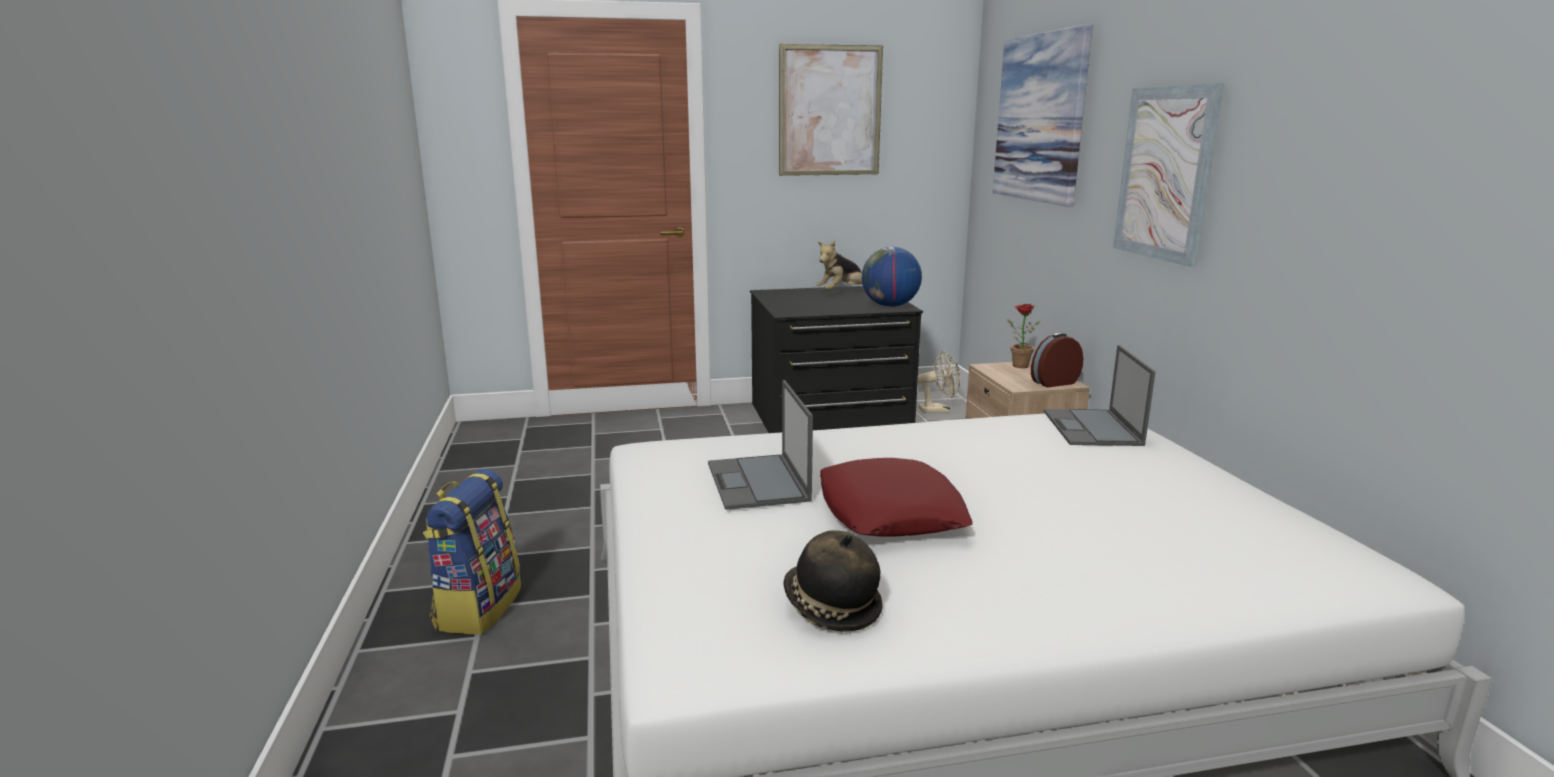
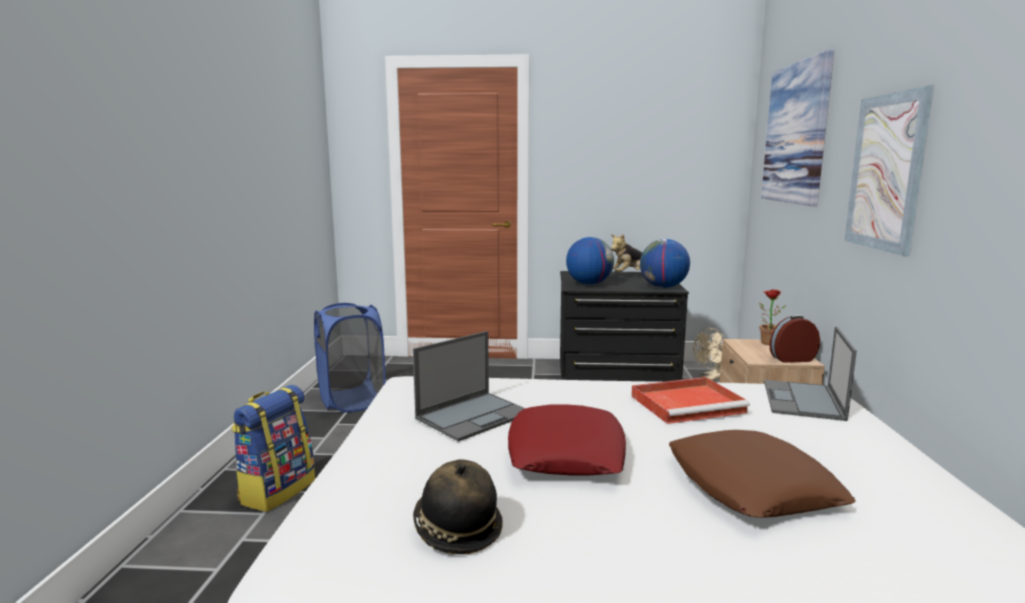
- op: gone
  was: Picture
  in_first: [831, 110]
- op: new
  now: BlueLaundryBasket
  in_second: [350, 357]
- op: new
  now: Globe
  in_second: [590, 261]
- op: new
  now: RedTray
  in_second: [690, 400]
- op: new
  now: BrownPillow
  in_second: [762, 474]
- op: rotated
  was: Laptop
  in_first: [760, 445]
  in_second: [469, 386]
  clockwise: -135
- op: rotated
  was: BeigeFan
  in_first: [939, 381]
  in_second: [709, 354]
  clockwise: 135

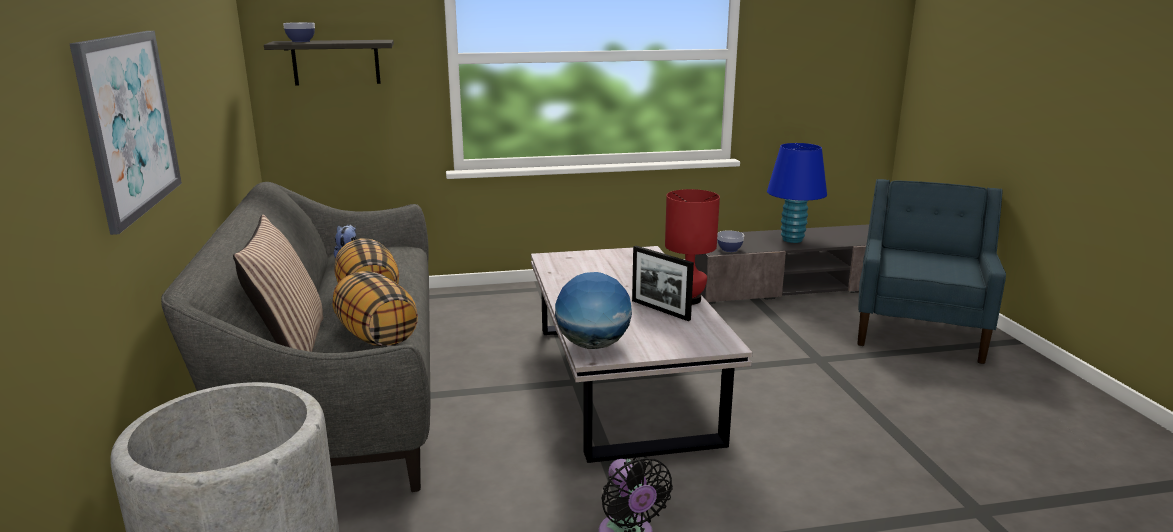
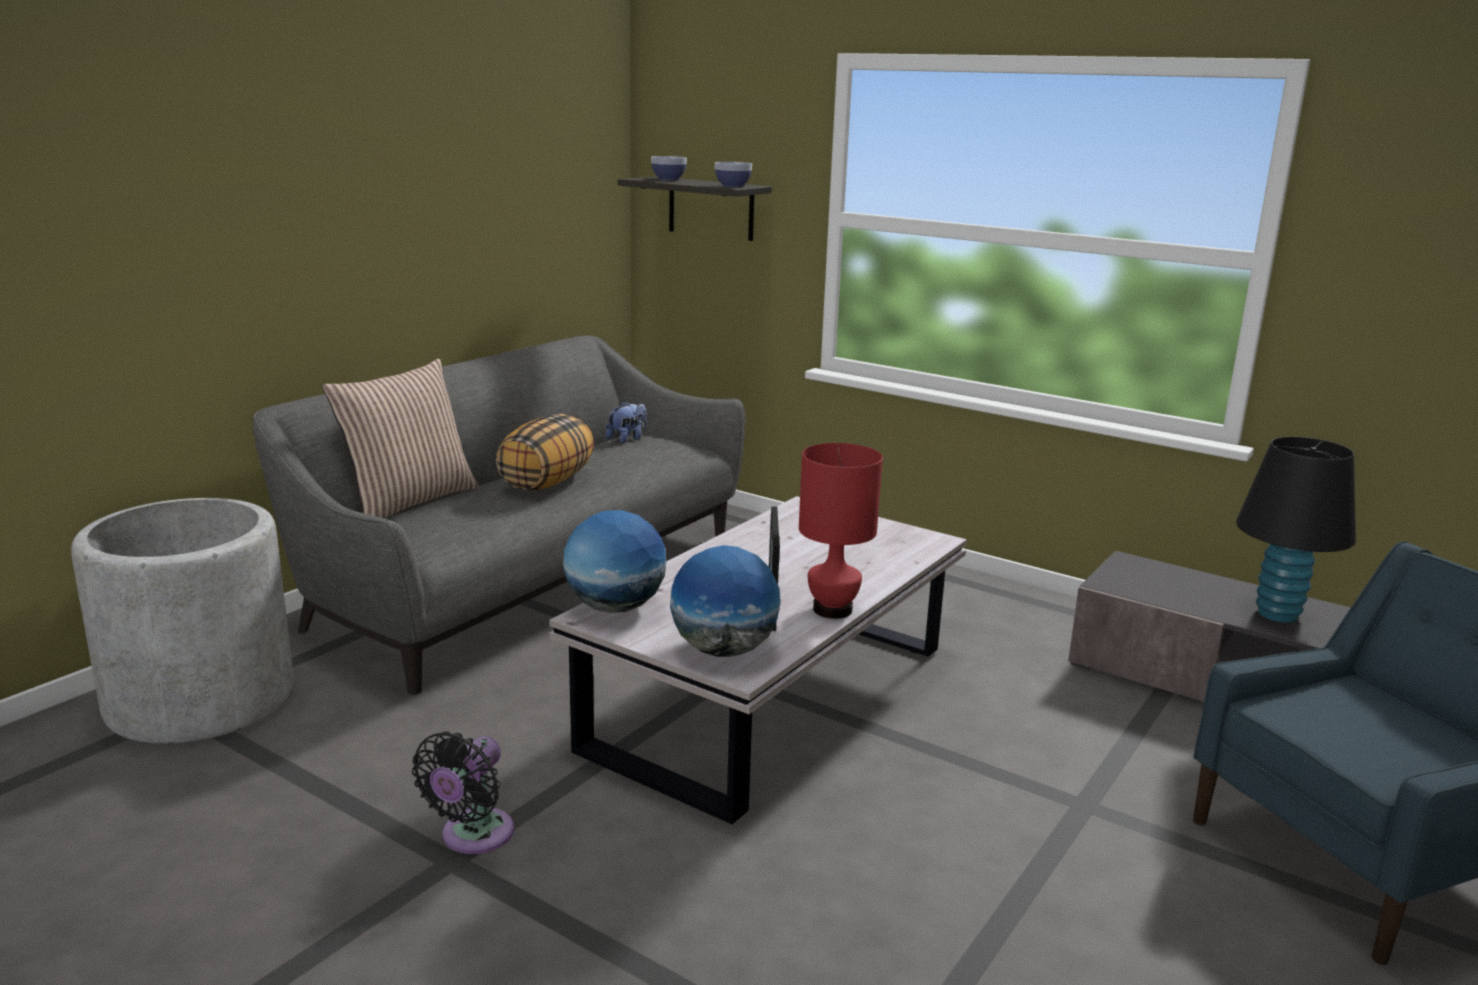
- op: gone
  was: Picture
  in_first: [126, 133]
- op: gone
  was: Pillow
  in_first: [375, 308]
- op: new
  now: Globe
  in_second: [725, 601]
- op: shifted
  was: Bowl
  in_first: [730, 241]
  in_second: [733, 174]
- op: repainted
  was: BlueTableLamp
  now: BlackTableLamp
  in_first: [797, 193]
  in_second: [1296, 530]

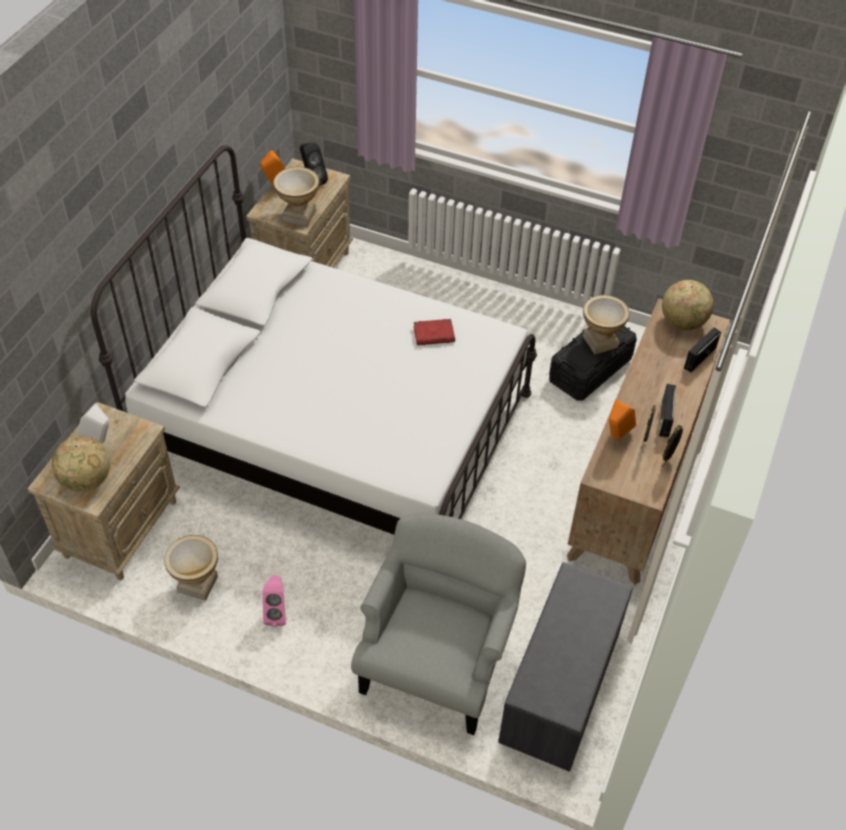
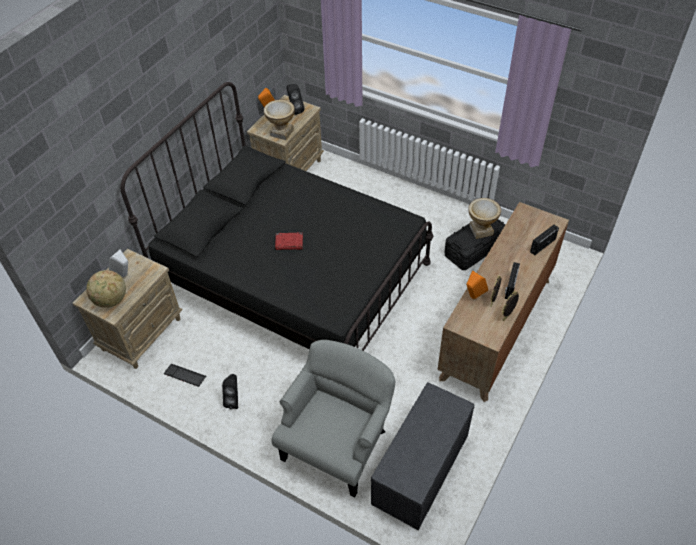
- op: gone
  was: Globe
  in_first: [688, 305]
- op: shifted
  was: RedBook
  in_first: [434, 332]
  in_second: [289, 241]
- op: swapped
  was: Vase
  now: Keyboard
  in_first: [191, 568]
  in_second: [185, 375]
- op: repainted
  was: WhiteBed
  now: BlackBed
  in_first: [314, 340]
  in_second: [277, 216]
- op: repainted
  was: PinkSpeaker
  now: BlackSpeaker
  in_first: [274, 601]
  in_second: [230, 391]

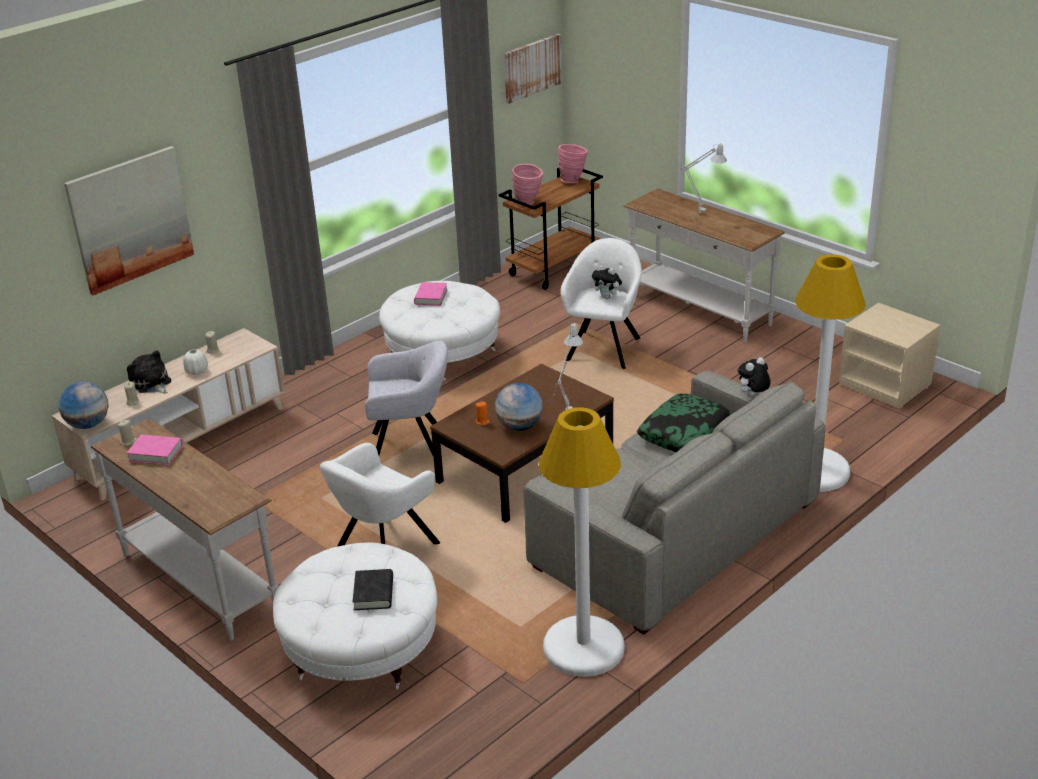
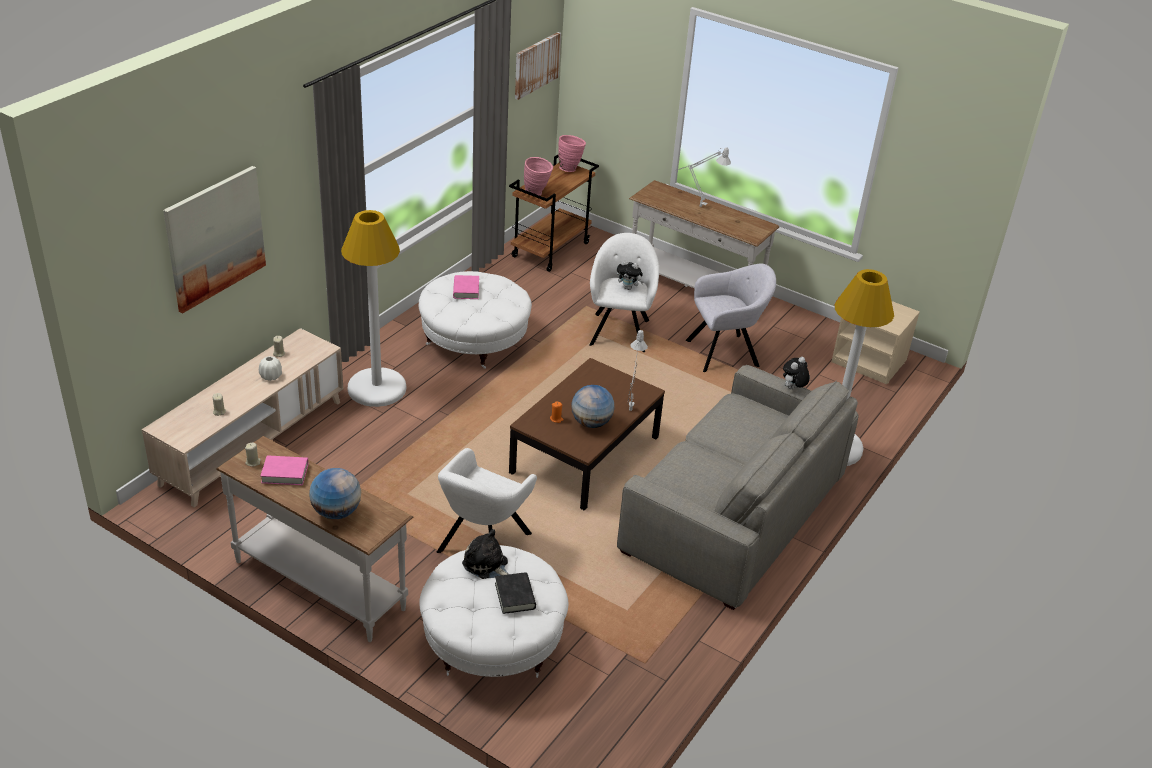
- op: gone
  was: Pillow
  in_first: [684, 422]
- op: shifted
  was: Globe
  in_first: [83, 405]
  in_second: [335, 493]
- op: shifted
  was: PlushToy
  in_first: [149, 372]
  in_second: [485, 554]
- op: shifted
  was: GreyArmchair
  in_first: [406, 399]
  in_second: [731, 318]
- op: shifted
  was: WhiteFloorLamp
  in_first: [582, 542]
  in_second: [374, 308]

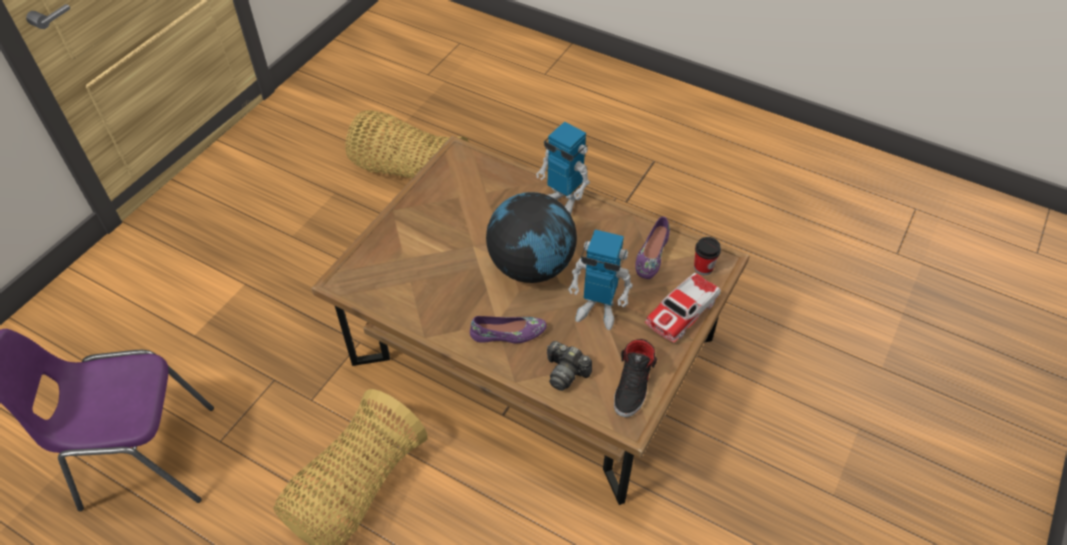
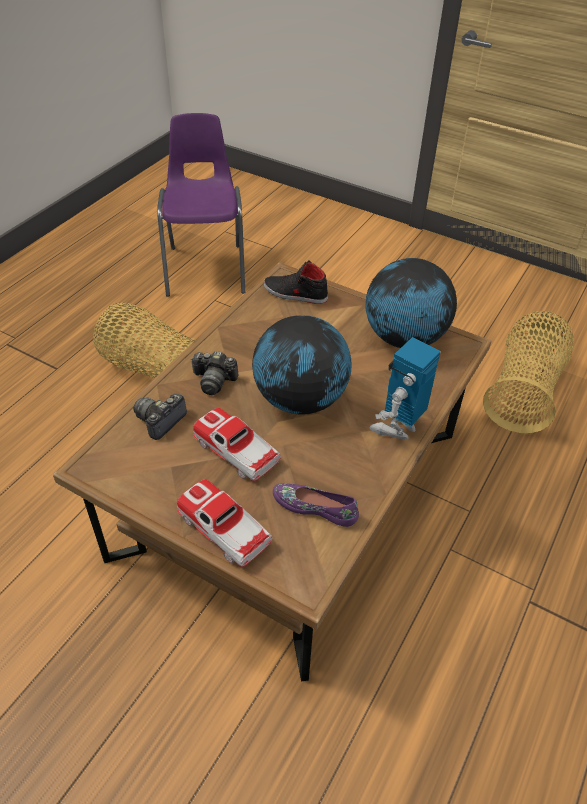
- op: gone
  was: Cup
  in_first: [707, 256]
- op: new
  now: Globe
  in_second: [411, 303]
- op: shifted
  was: BlackShoe
  in_first: [635, 378]
  in_second: [296, 282]
- op: swapped
  was: PurpleShoe
  now: PhotoCamera
  in_first: [508, 329]
  in_second: [214, 373]
- op: swapped
  was: ToyRobot
  now: ToyCar
  in_first: [600, 280]
  in_second: [237, 444]

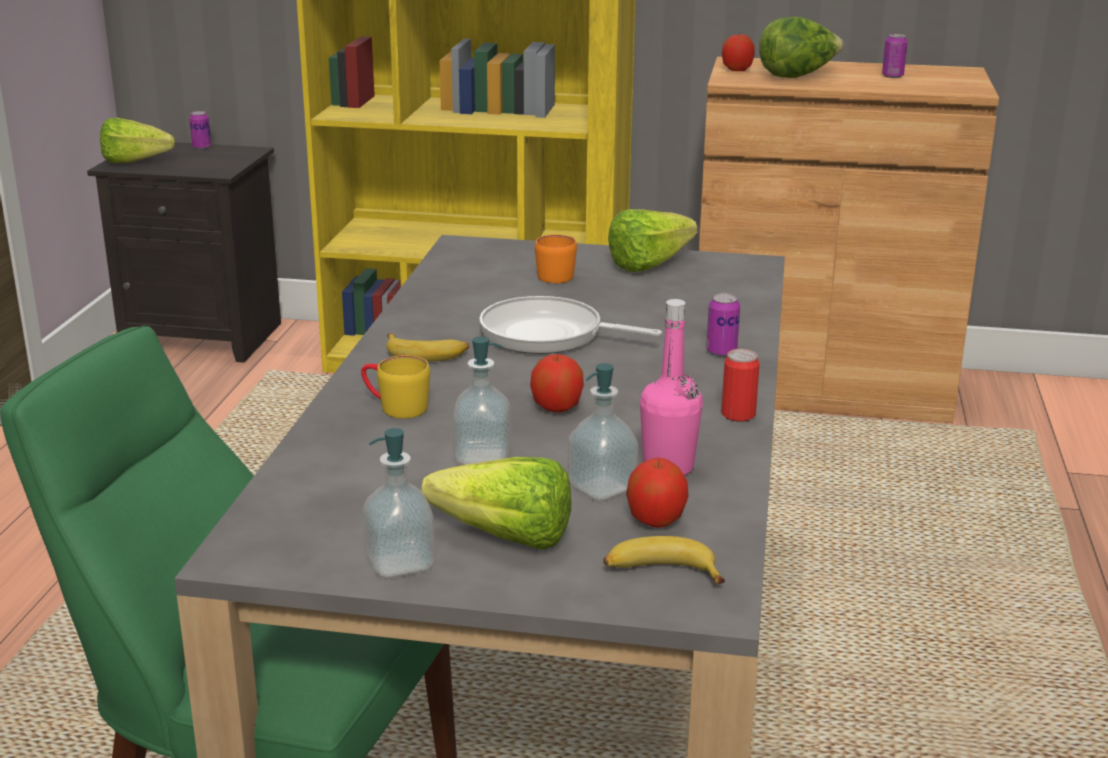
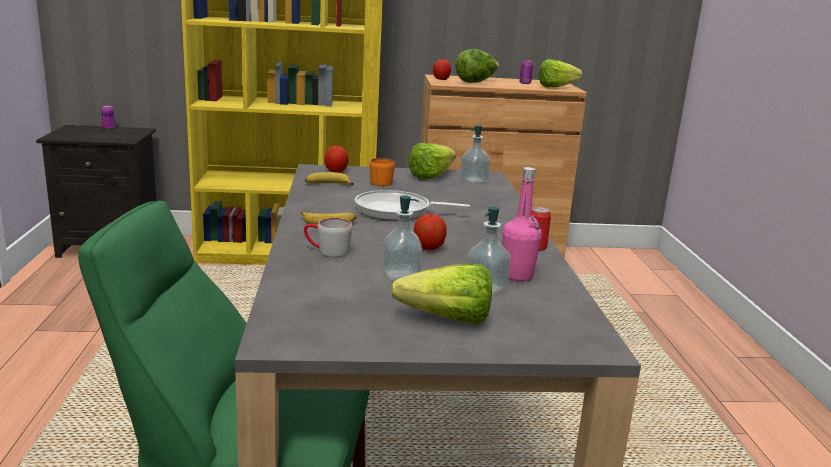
- op: gone
  was: Can
  in_first: [723, 325]
- op: shifted
  was: Lettuce
  in_first: [137, 140]
  in_second: [561, 73]
- op: shifted
  was: SoapDispenser
  in_first: [398, 503]
  in_second: [475, 154]
- op: shifted
  was: Banana
  in_first: [664, 560]
  in_second: [329, 178]
- op: shifted
  was: Apple
  in_first: [657, 493]
  in_second: [336, 159]
- op: repainted
  was: YellowMug
  now: GreyMug
  in_first: [395, 387]
  in_second: [328, 237]

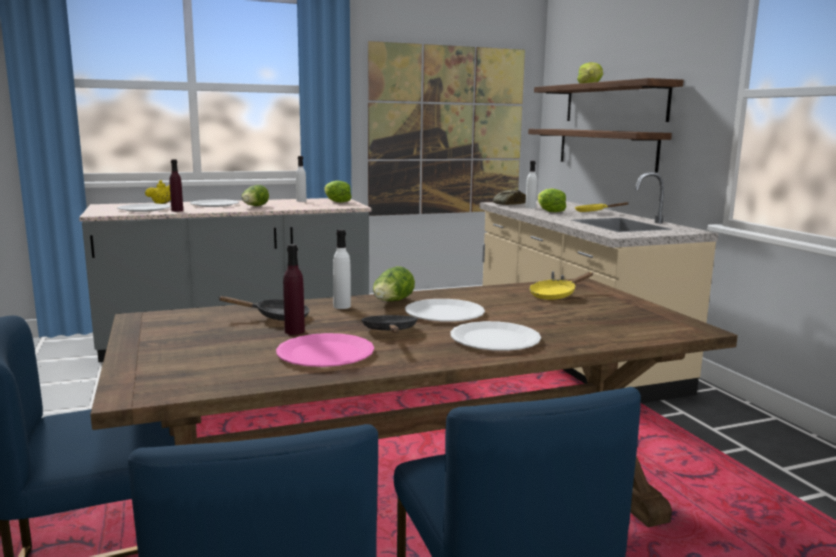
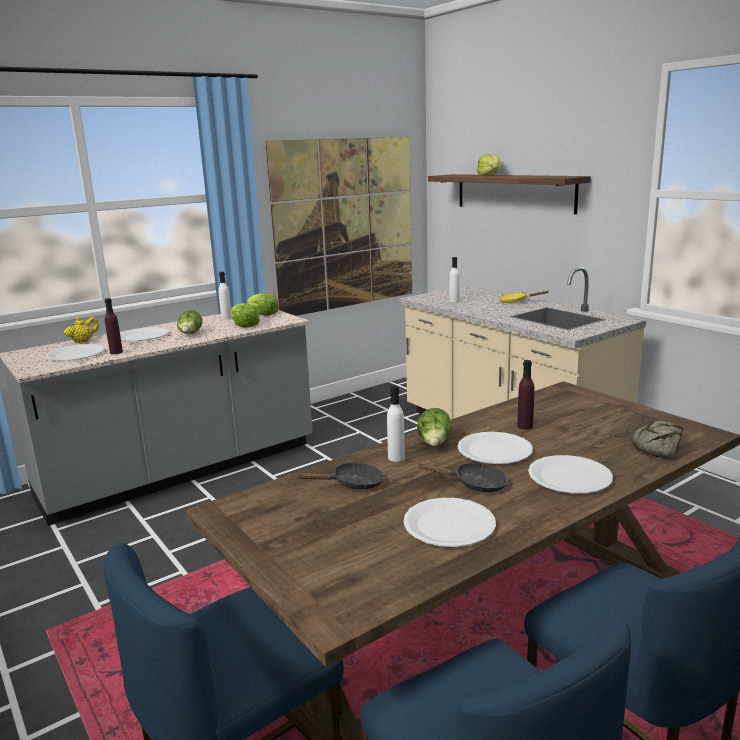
- op: gone
  was: Shelf
  in_first: [600, 151]
- op: gone
  was: YellowFryingPan
  in_first: [561, 286]
- op: shifted
  was: PurpleBottle
  in_first: [294, 289]
  in_second: [525, 395]
- op: shifted
  was: Bread
  in_first: [509, 197]
  in_second: [657, 439]
- op: shifted
  was: Lettuce
  in_first: [552, 200]
  in_second: [245, 315]
- op: repainted
  was: PinkPlate
  now: WhitePlate
  in_first: [325, 350]
  in_second: [450, 522]
- op: rotated
  was: BlackFryingPan
  in_first: [389, 324]
  in_second: [462, 477]
  clockwise: 120

